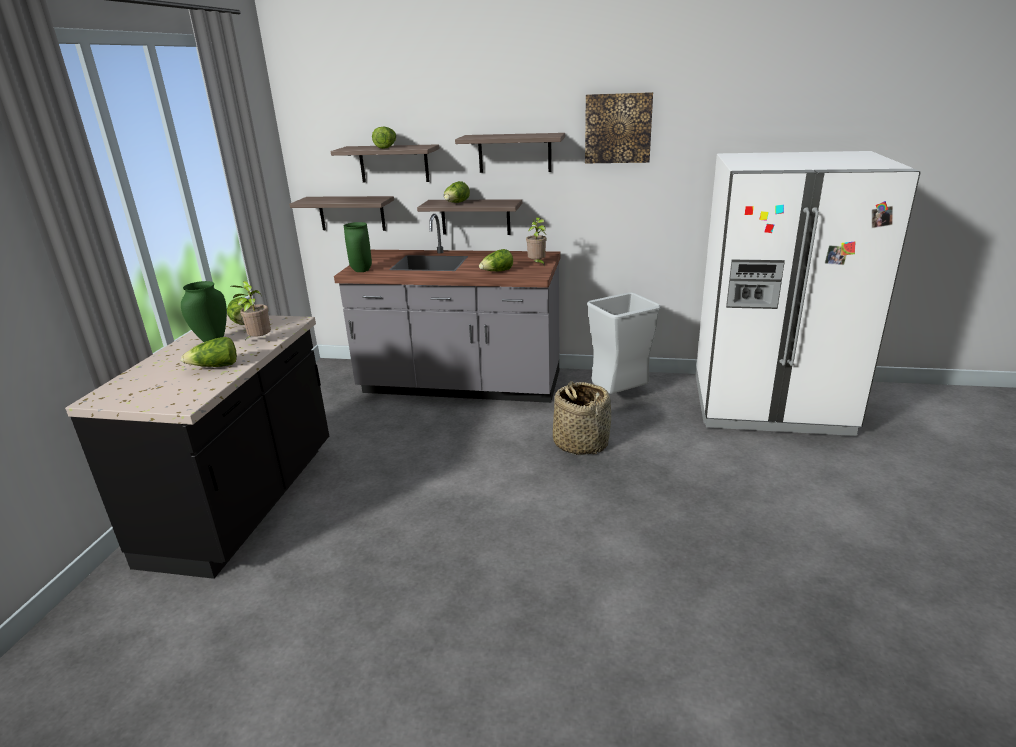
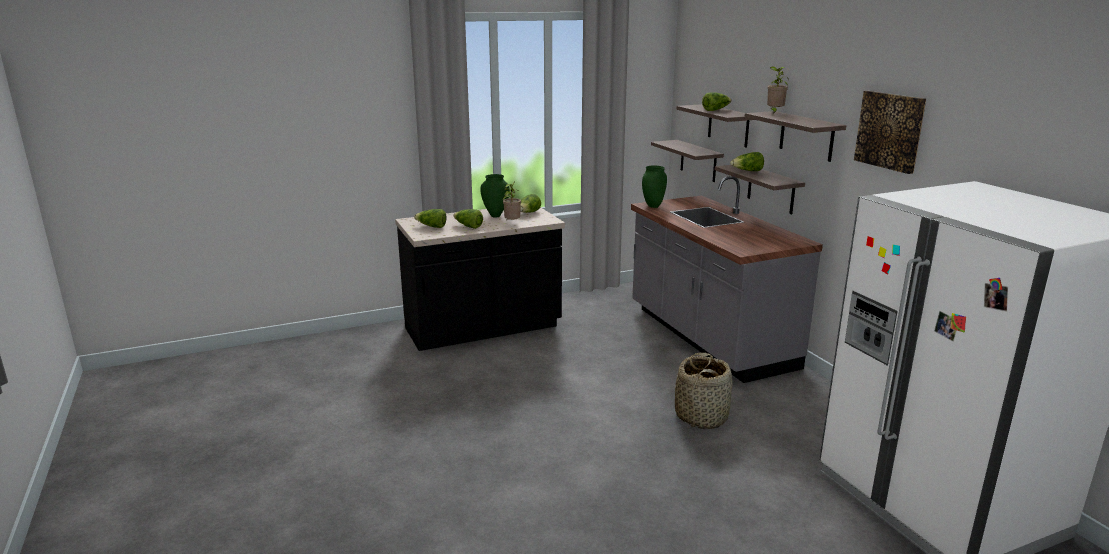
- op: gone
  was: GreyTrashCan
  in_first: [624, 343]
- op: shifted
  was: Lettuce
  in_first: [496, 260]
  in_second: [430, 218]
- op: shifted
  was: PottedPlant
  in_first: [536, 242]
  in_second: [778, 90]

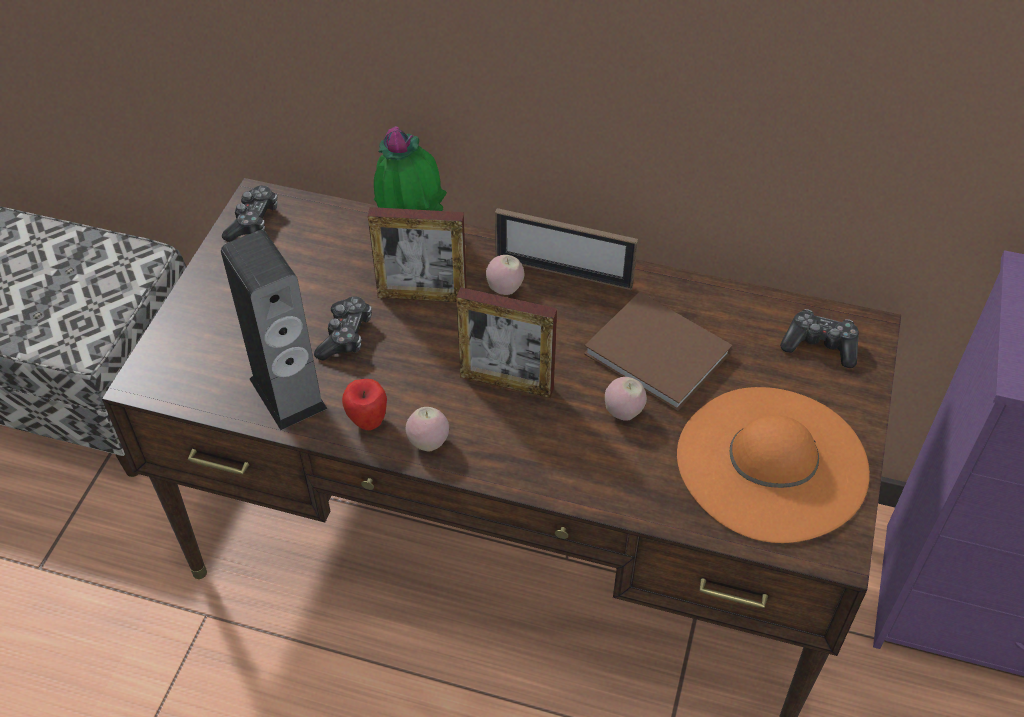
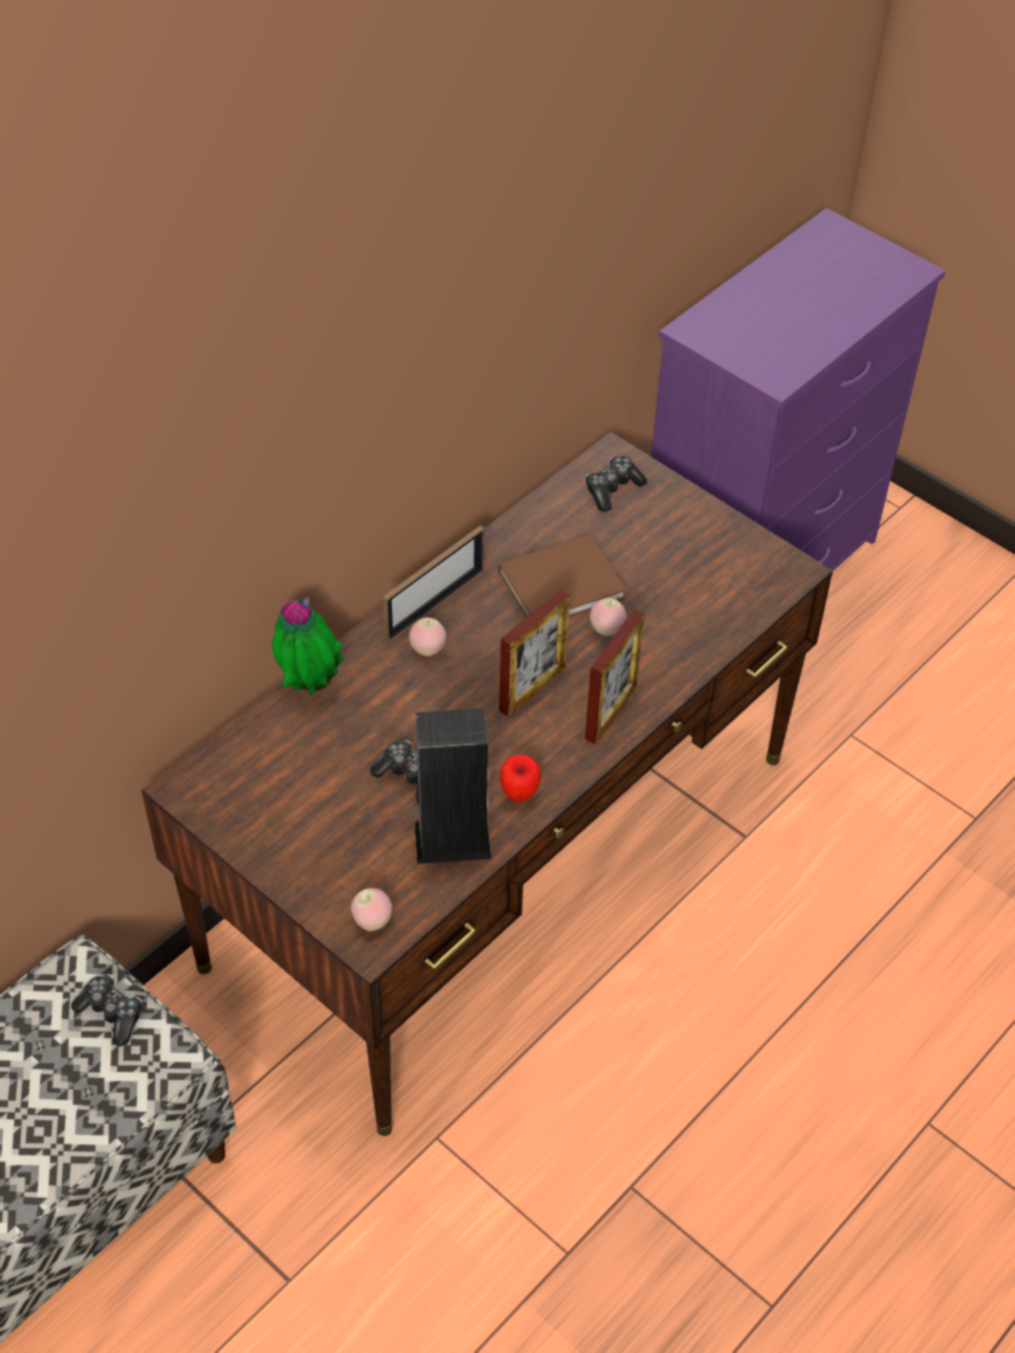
- op: gone
  was: OrangeHat
  in_first: [773, 465]
- op: shifted
  was: GameController
  in_first: [249, 214]
  in_second: [106, 1010]
- op: shifted
  was: PictureFrame
  in_first: [417, 254]
  in_second: [615, 676]
- op: shifted
  was: Apple
  in_first: [427, 429]
  in_second: [371, 909]

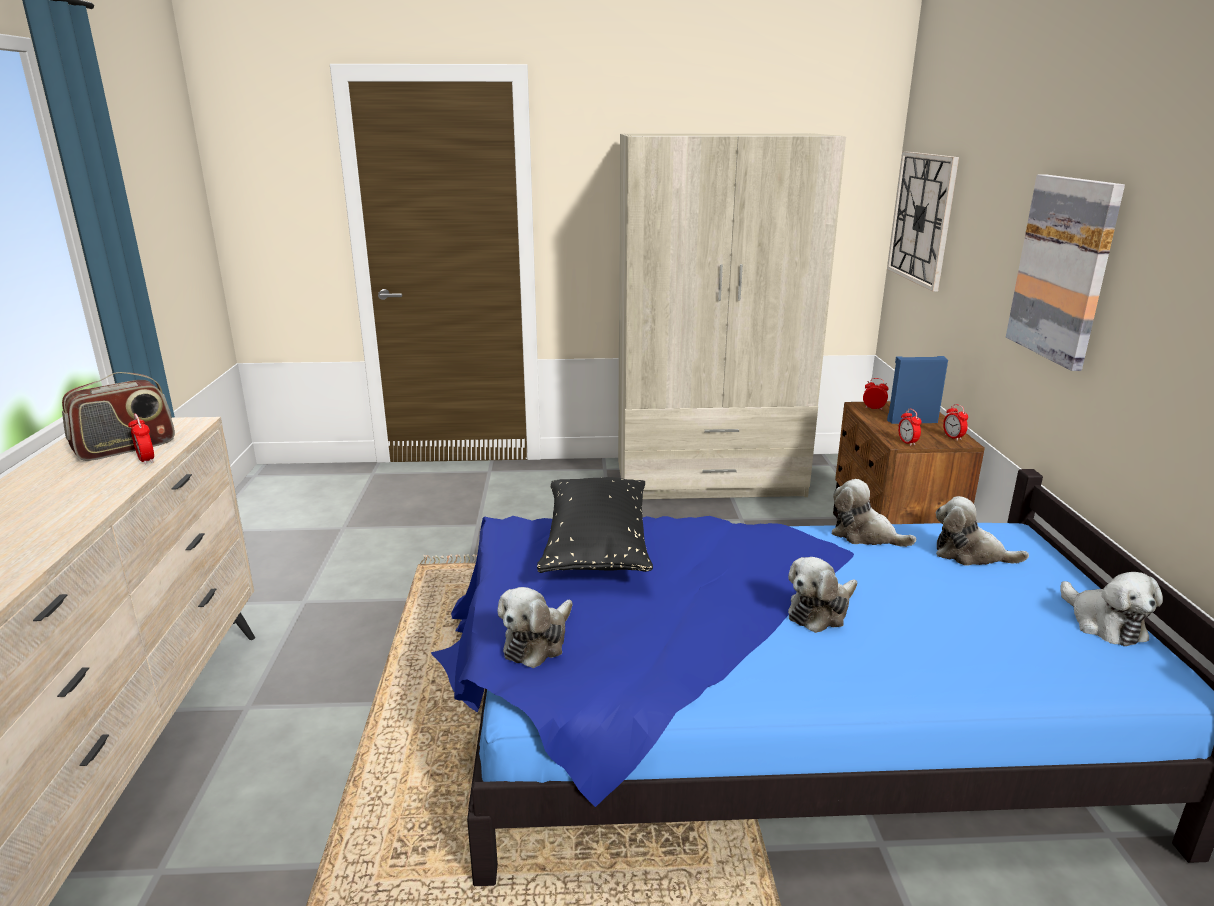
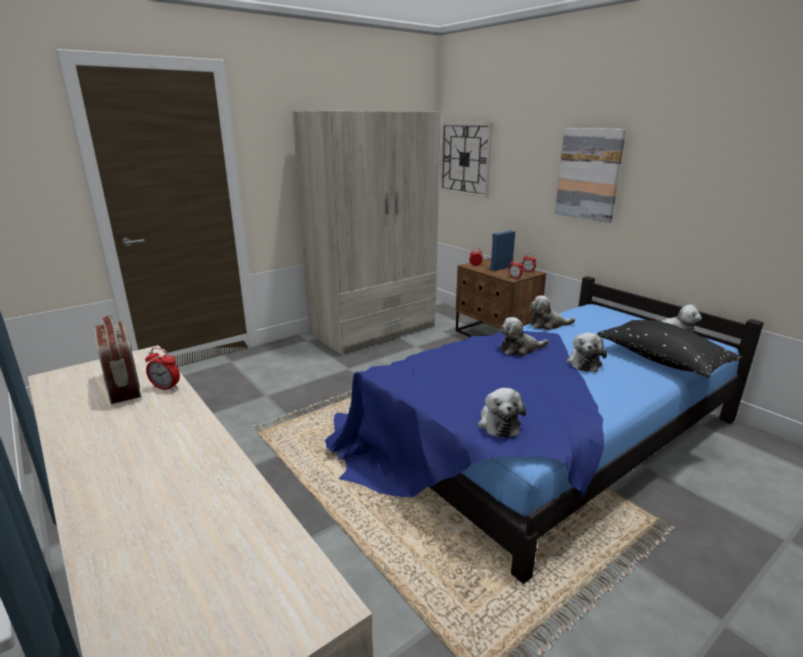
- op: shifted
  was: BlackPillow
  in_first: [595, 525]
  in_second: [669, 349]
- op: shifted
  was: PlushToy
  in_first: [982, 531]
  in_second: [524, 336]
- op: rotated
  was: Radio
  in_first: [118, 416]
  in_second: [117, 359]
  clockwise: -45

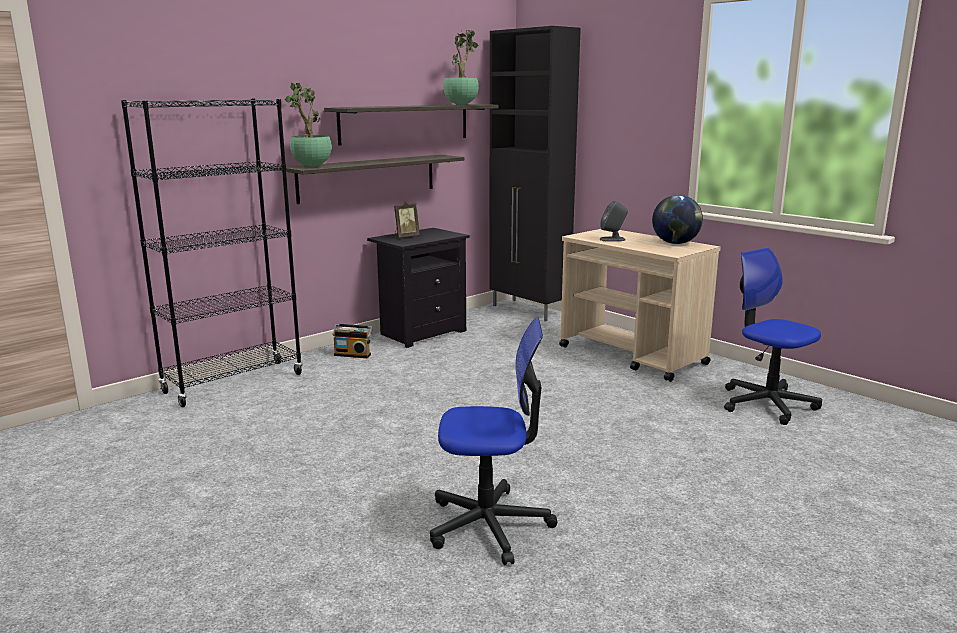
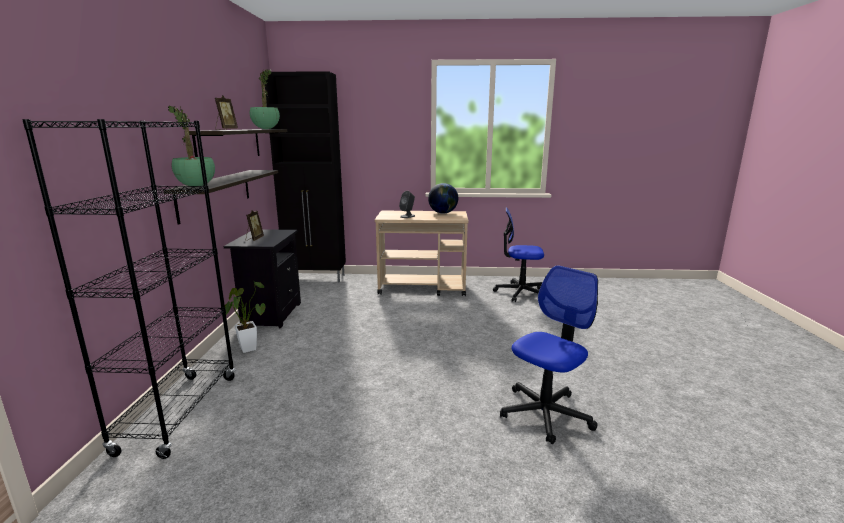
- op: new
  now: PictureFrame
  in_second: [226, 112]
- op: swapped
  was: Radio
  now: PottedPlant
  in_first: [352, 341]
  in_second: [245, 317]

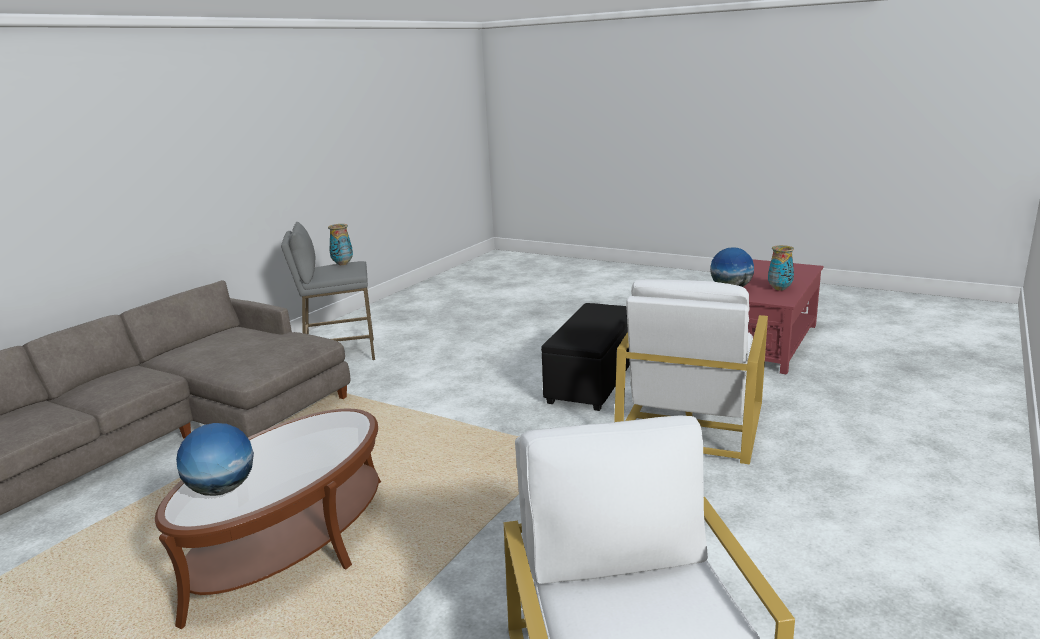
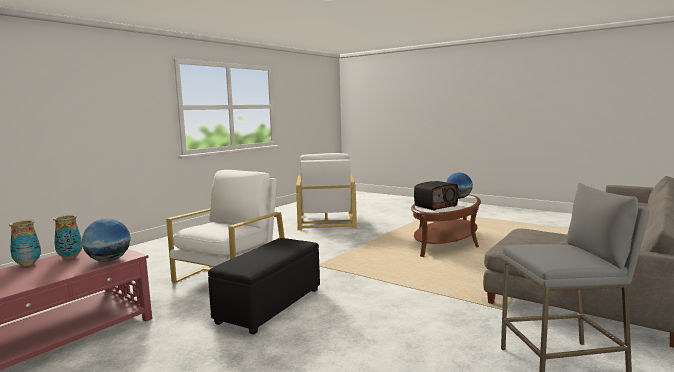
- op: new
  now: Radio
  in_second: [436, 195]
- op: shifted
  was: Vase
  in_first: [340, 244]
  in_second: [25, 243]

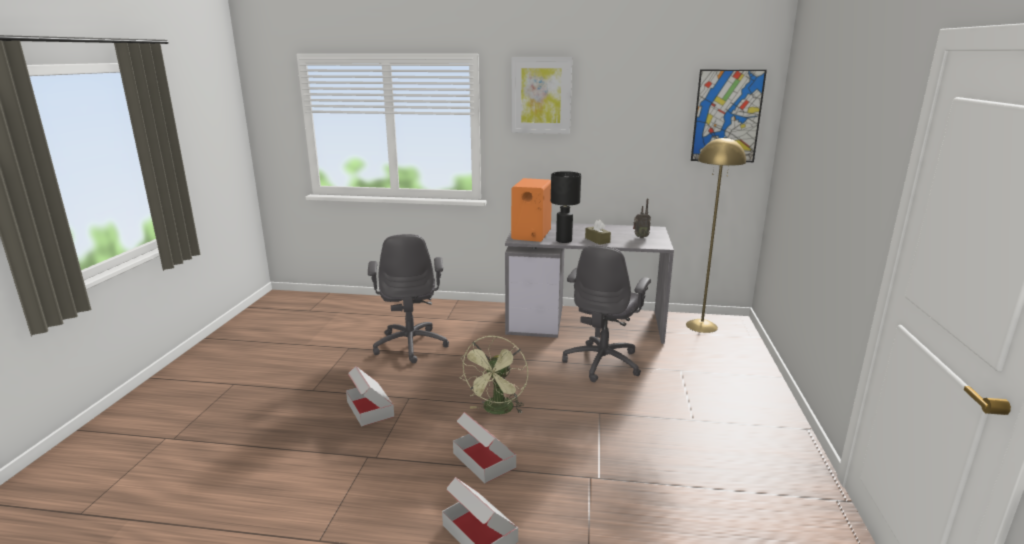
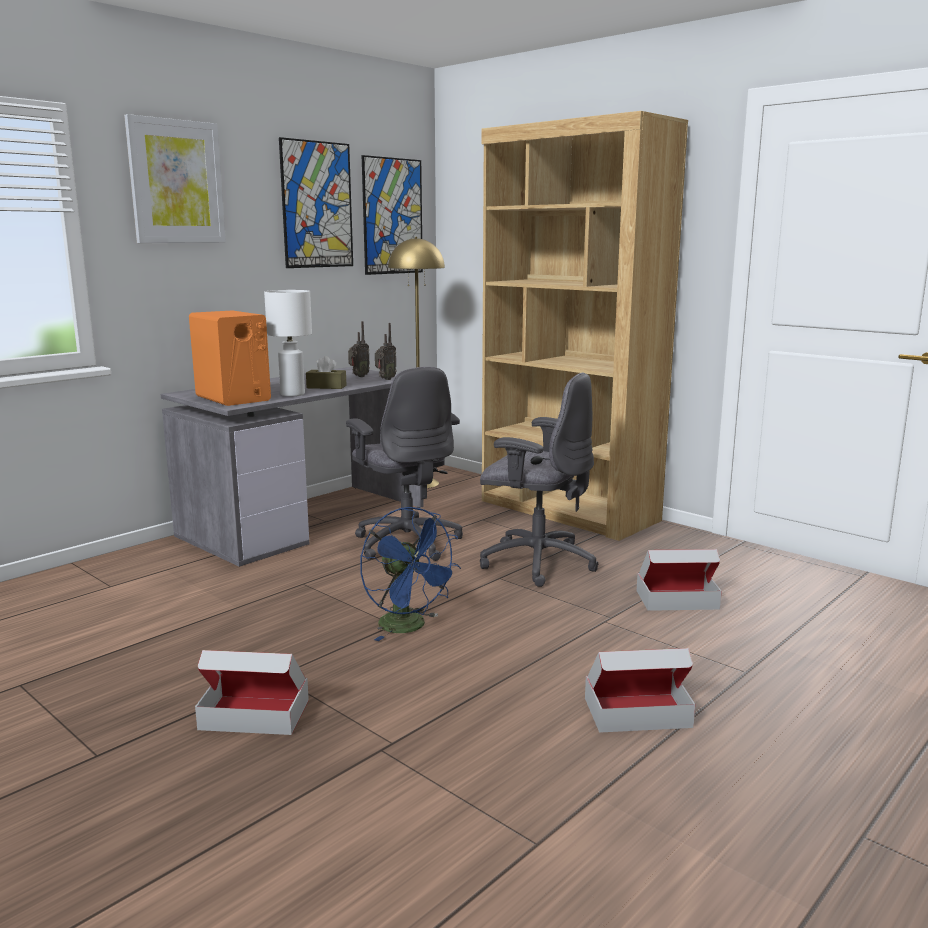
- op: new
  now: Picture
  in_second: [316, 202]
- op: new
  now: Radio
  in_second: [386, 351]
- op: new
  now: BrownBookcase
  in_second: [584, 326]
- op: shifted
  was: GreyOfficeChair
  in_first: [408, 298]
  in_second: [539, 479]
- op: shifted
  was: CardboardBox
  in_first: [484, 447]
  in_second: [679, 580]
- op: repainted
  was: GreenFan
  now: BlueFan
  in_first: [493, 375]
  in_second: [410, 574]
- op: repainted
  was: BlackTableLamp
  now: WhiteTableLamp
  in_first: [566, 207]
  in_second: [288, 343]

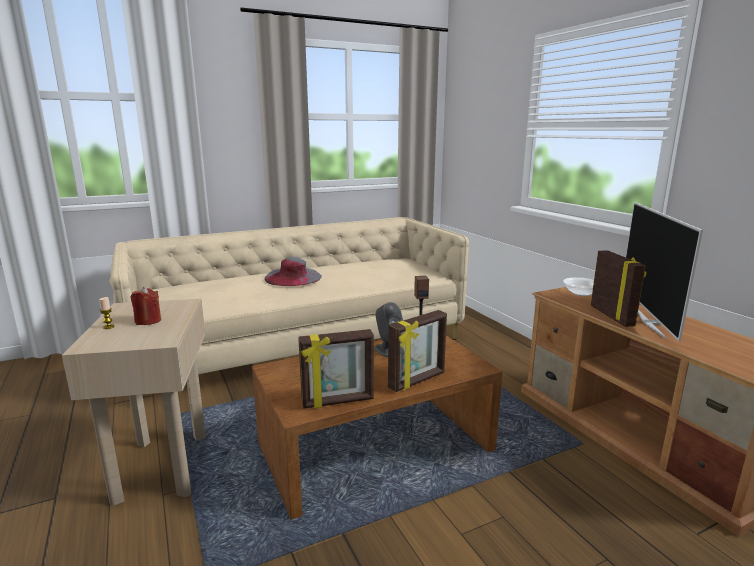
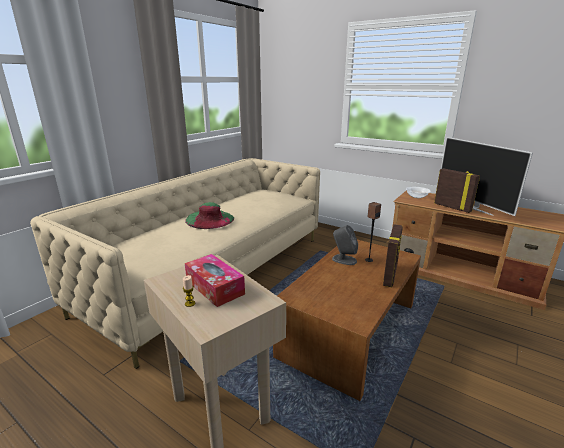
- op: gone
  was: PictureFrame
  in_first: [336, 369]
- op: swapped
  was: RedCandle
  now: TissueBox
  in_first: [146, 306]
  in_second: [215, 280]
- op: repainted
  was: GreyHat
  now: GreenHat
  in_first: [293, 271]
  in_second: [209, 215]

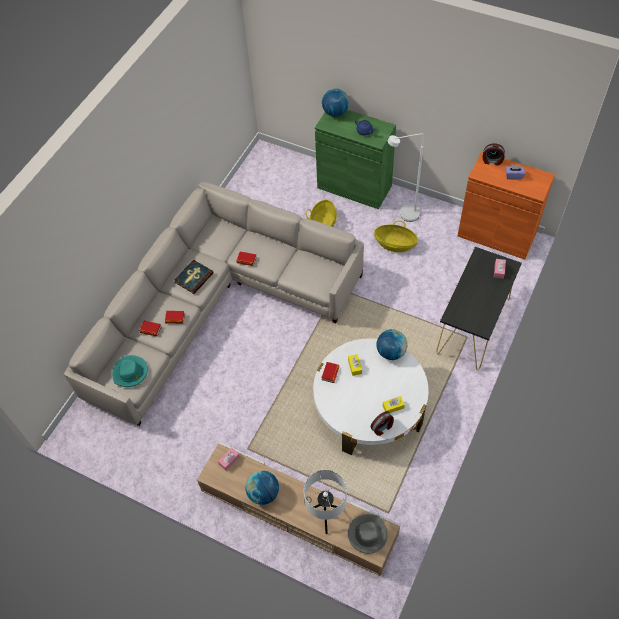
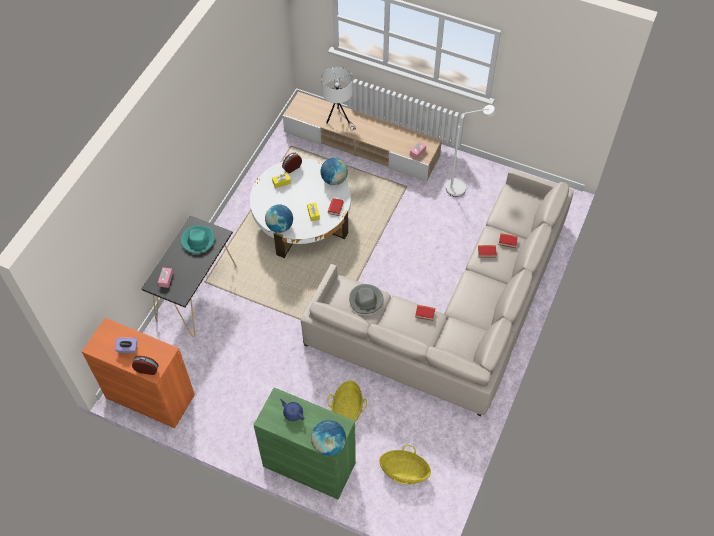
- op: gone
  was: Book
  in_first: [194, 277]
- op: shifted
  was: TurquoiseHat
  in_first: [130, 371]
  in_second: [198, 239]
- op: shifted
  was: Globe
  in_first: [262, 488]
  in_second: [334, 171]
- op: shifted
  was: GreyHat
  in_first: [368, 534]
  in_second: [366, 299]
- op: shifted
  was: Basket
  in_first: [396, 236]
  in_second: [405, 464]
- op: shifted
  was: WhiteFloorLamp
  in_first: [406, 178]
  in_second: [471, 151]

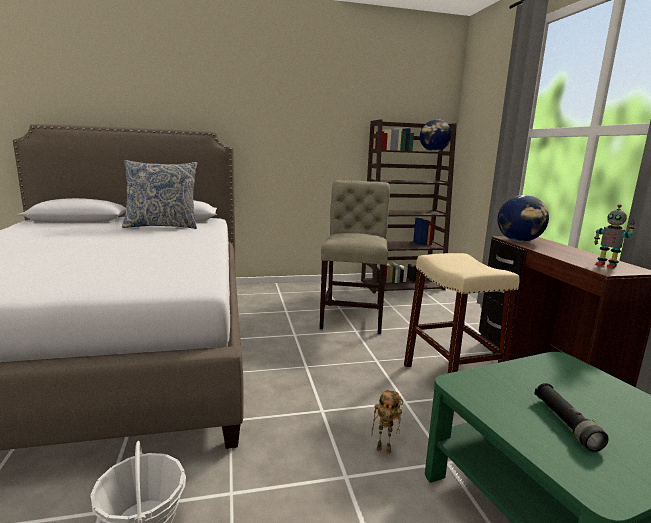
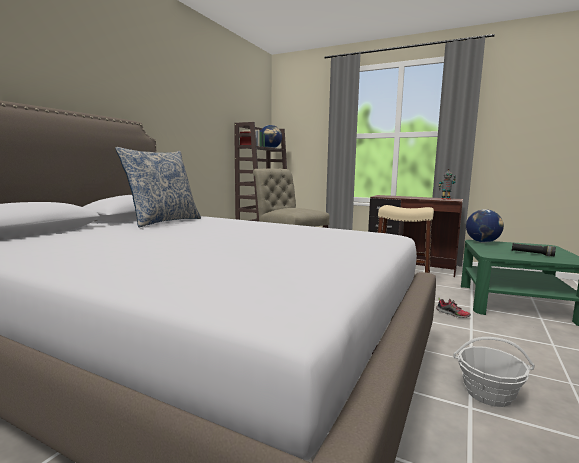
- op: shifted
  was: Globe
  in_first: [523, 218]
  in_second: [485, 226]
- op: swapped
  was: ToyRobot
  now: Shoe
  in_first: [387, 422]
  in_second: [453, 308]

